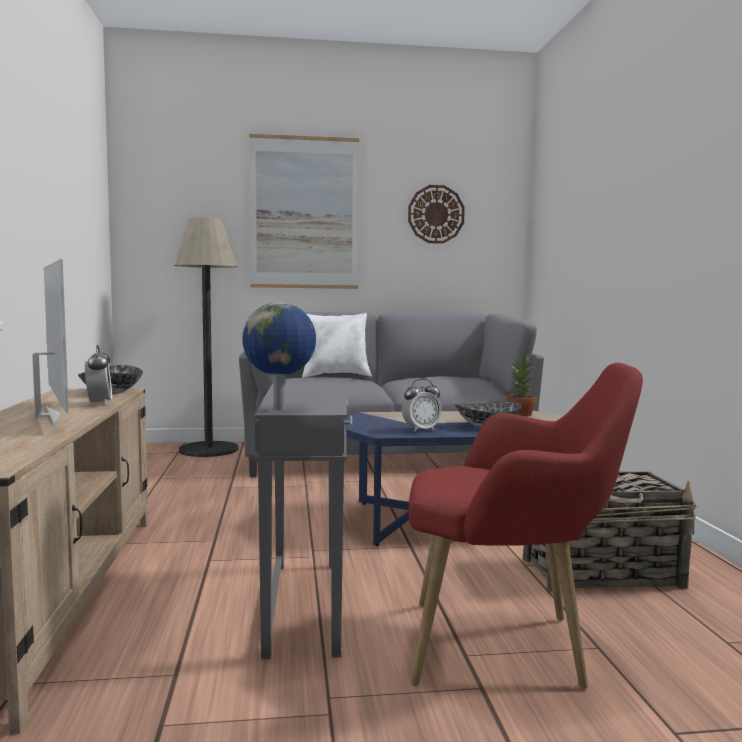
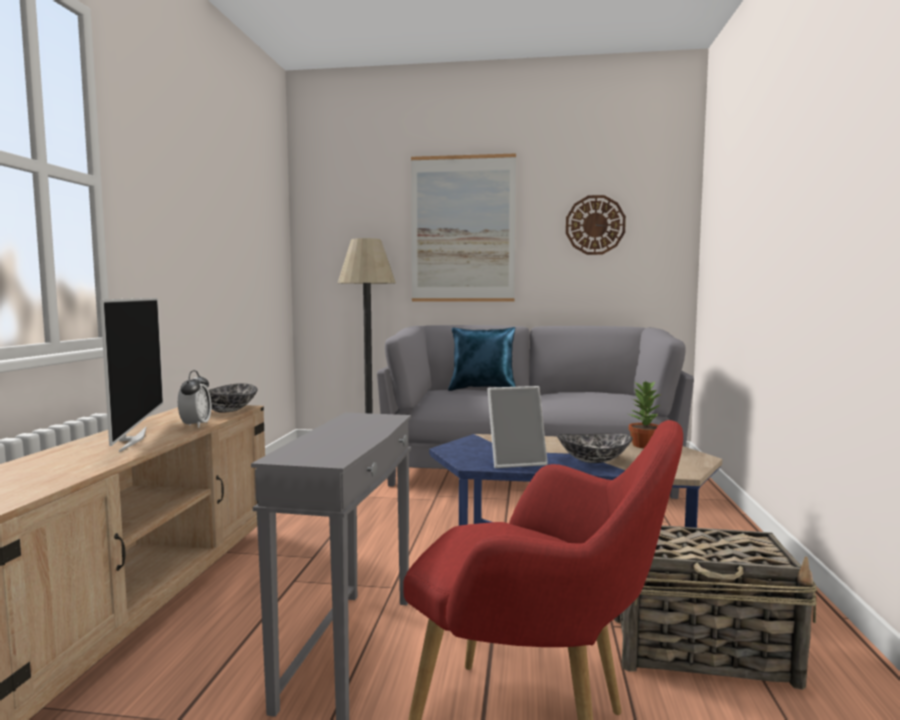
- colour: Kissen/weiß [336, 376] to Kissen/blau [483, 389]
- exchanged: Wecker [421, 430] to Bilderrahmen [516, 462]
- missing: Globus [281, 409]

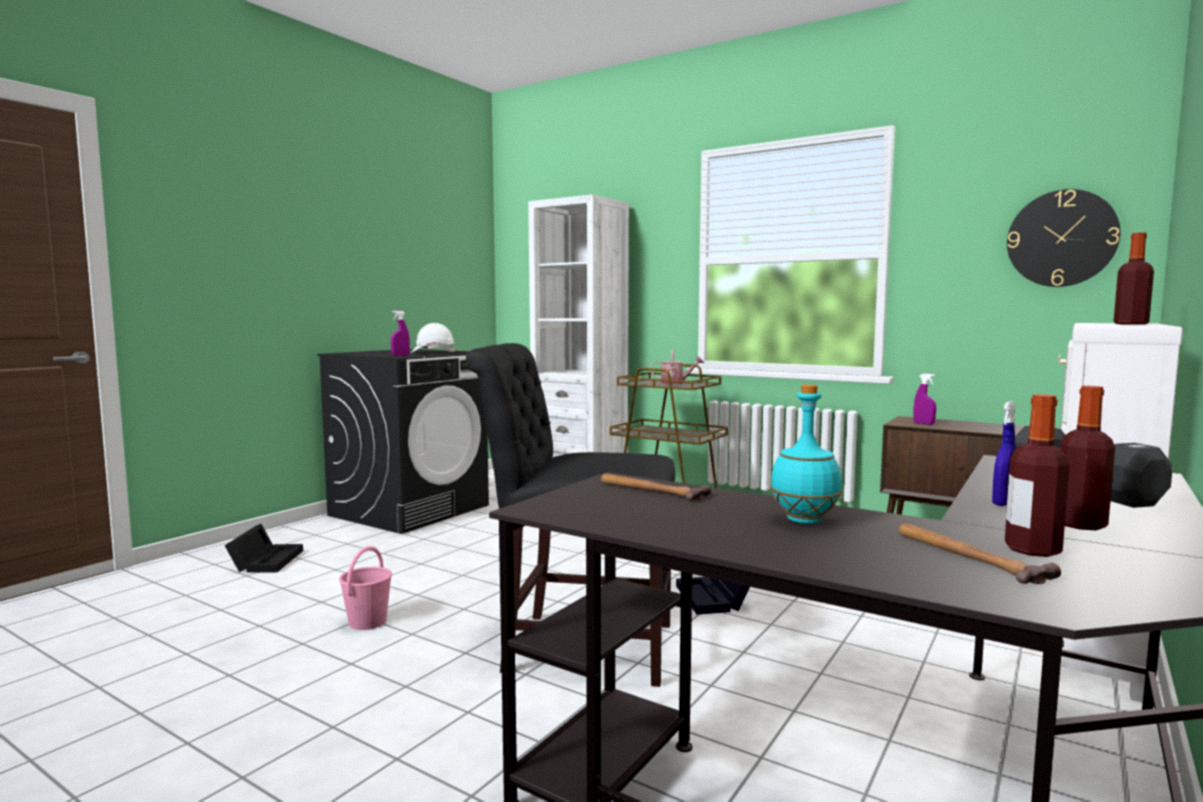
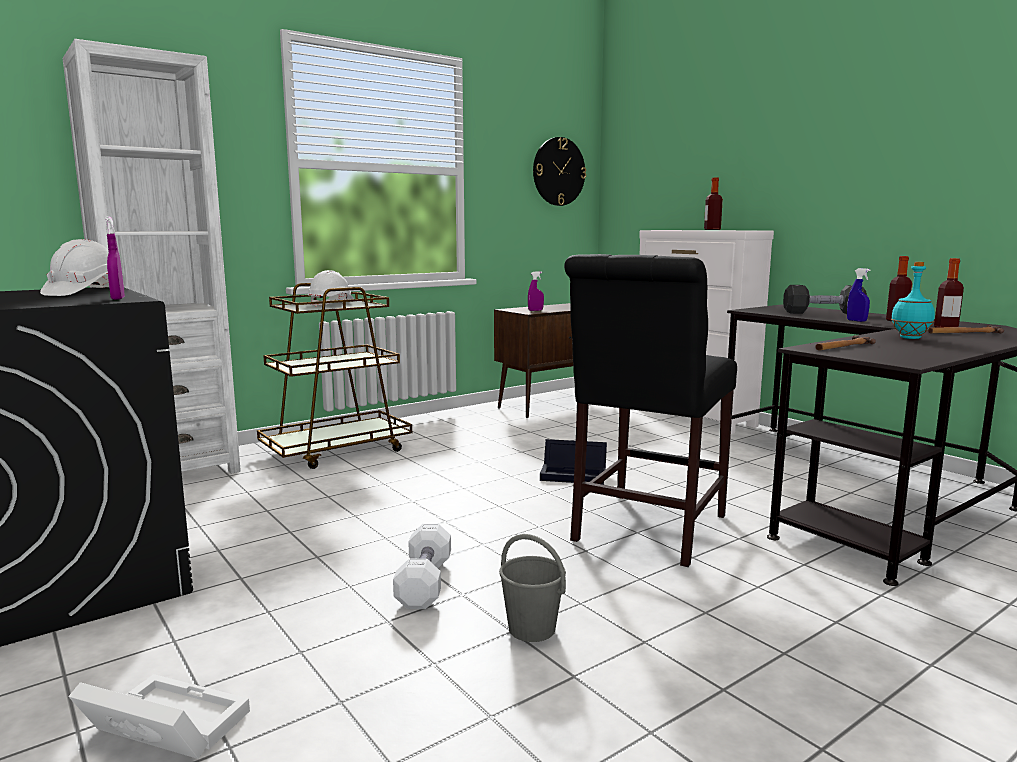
- colour: Aufbewahrungsbox/schwarz [266, 560] to Aufbewahrungsbox/weiß [161, 727]
- exchanged: Gießkanne [676, 383] to Schutzhelm/weiß [332, 304]
- appeared: Hantel/weiß [424, 583]
- colour: Eimer/rosa [368, 622] to Eimer/grau [531, 629]

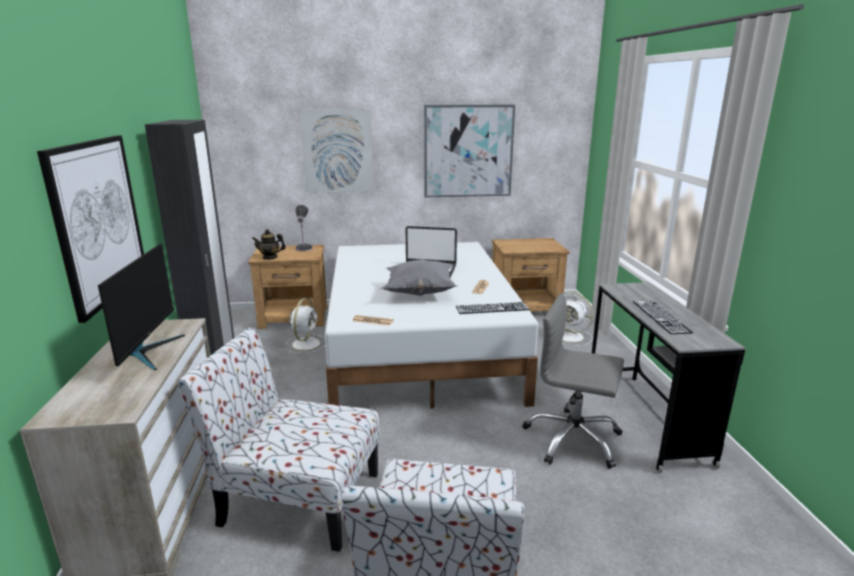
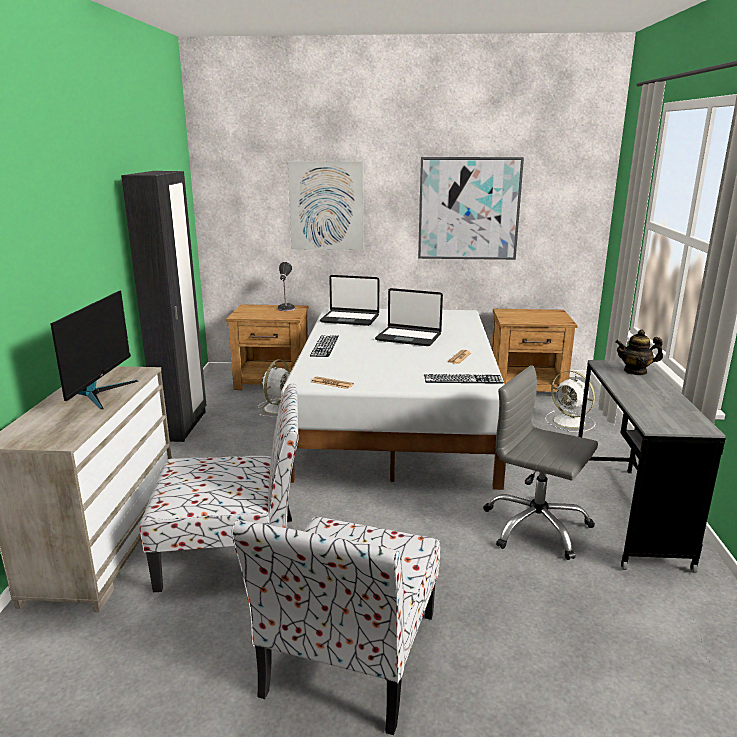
- spun: Stuhl [297, 498] = [233, 552] 150 degrees clockwise
- relocated: Tastatur [661, 316] to [324, 346]
- appeared: Laptop [350, 319]
- relocated: Teekanne [270, 257] to [635, 371]
- missing: Bild [98, 221]
- missing: Kissen/grau [419, 293]

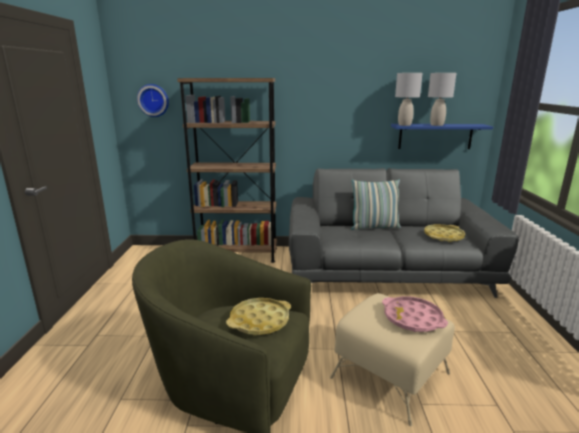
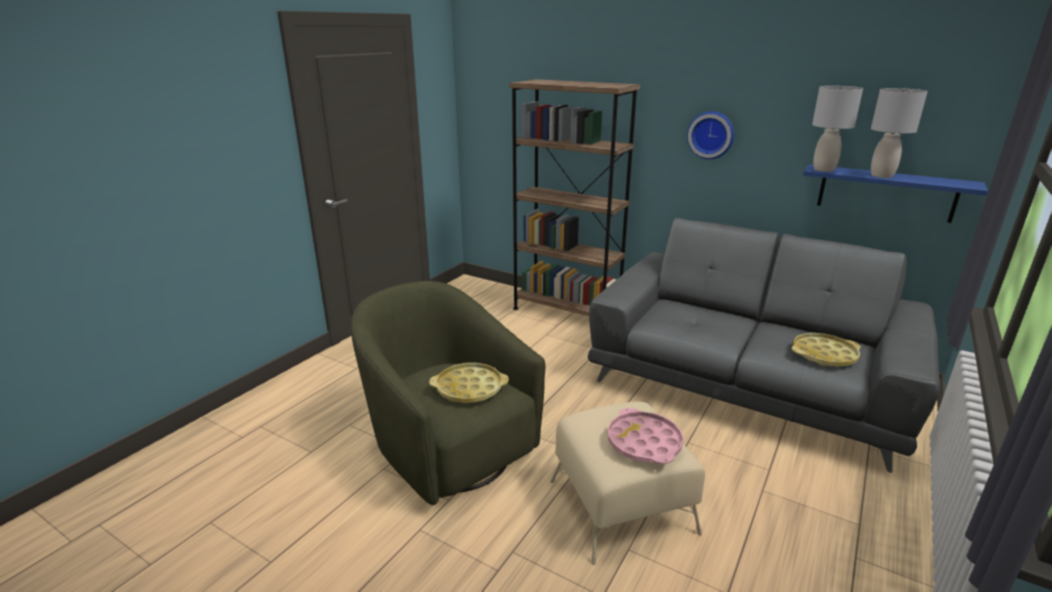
- relocated: Wanduhr [154, 100] to [711, 135]
- missing: Kissen [374, 227]

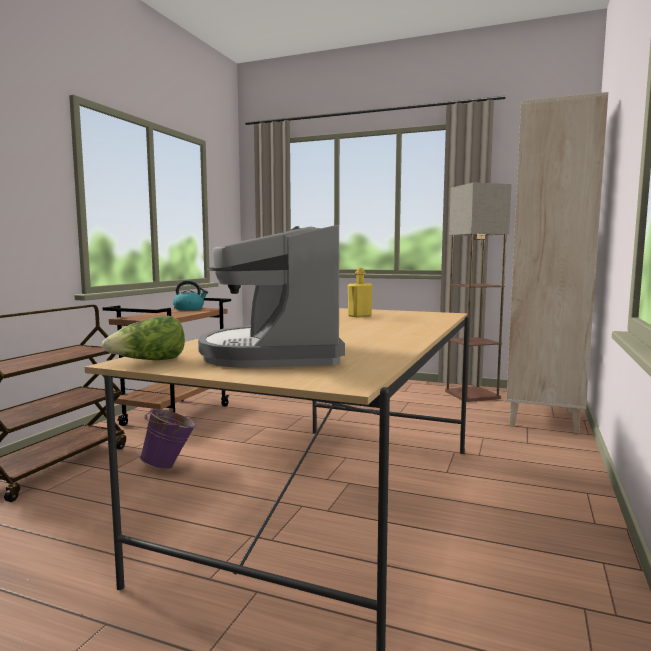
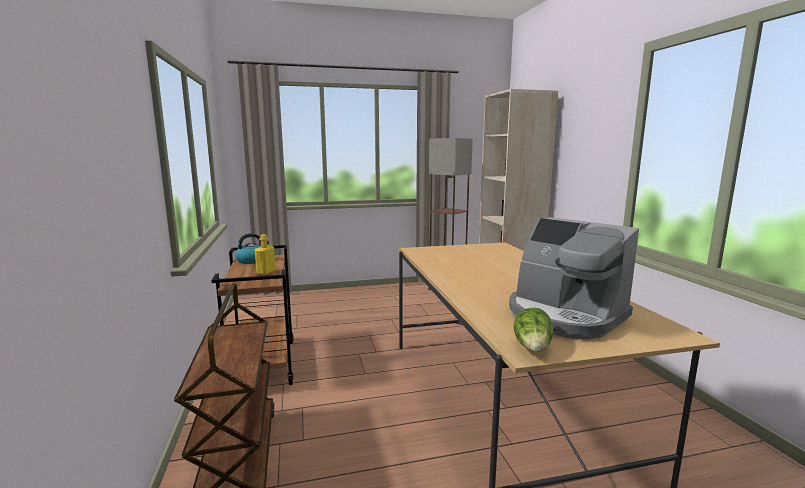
- relocated: Flasche/gelb [359, 316] to [266, 272]
- missing: Eimer/lila [170, 466]

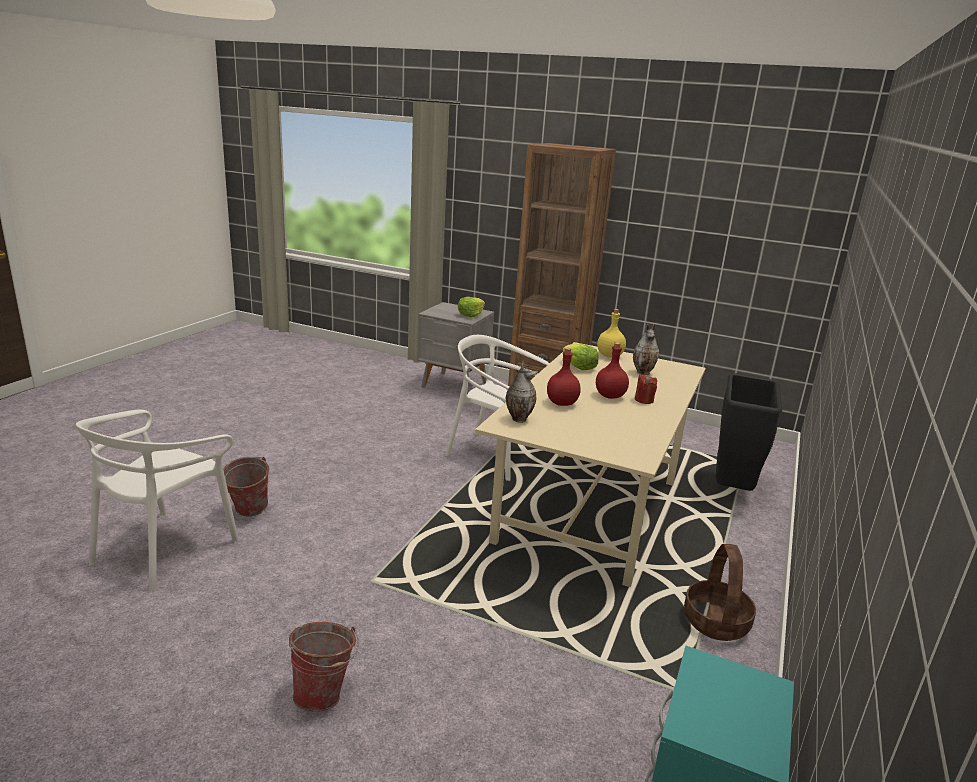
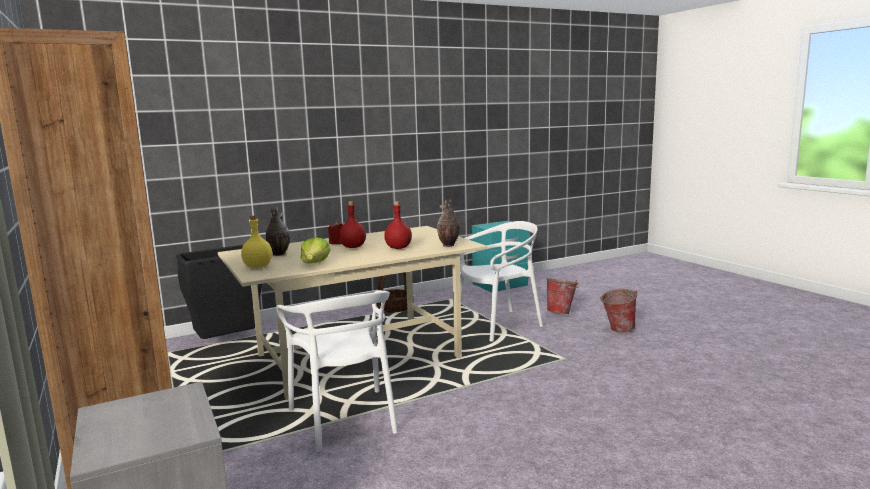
- relocated: Stuhl/weiß [164, 549] to [498, 325]
- relocated: Eimer [247, 512] to [561, 312]
- missing: Salatkopf [470, 314]

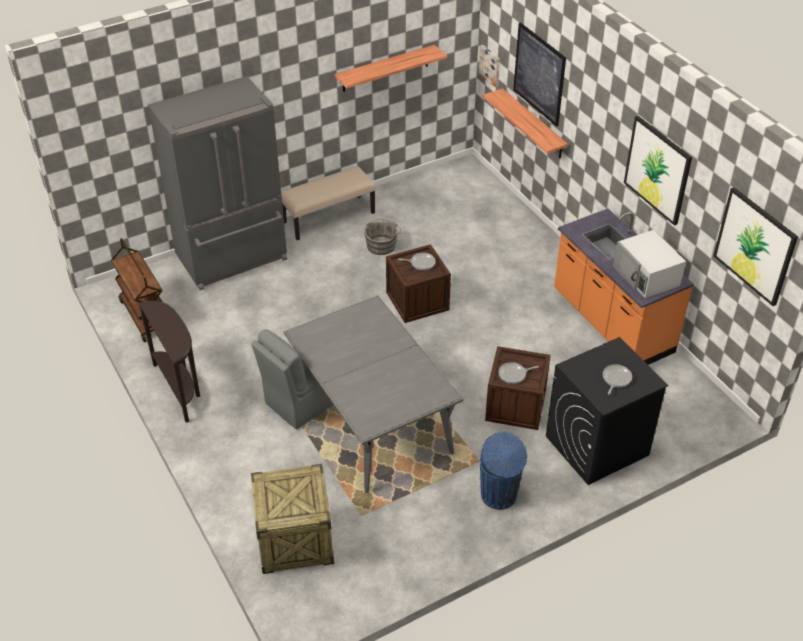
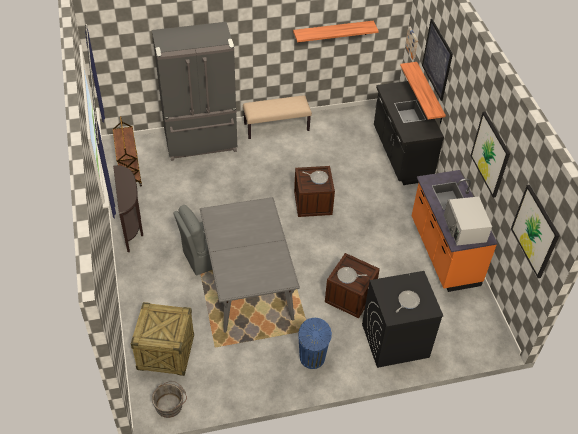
- relocated: Eimer/grau [382, 245] to [170, 404]
- appeared: Küchenzeile/schwarz [401, 154]

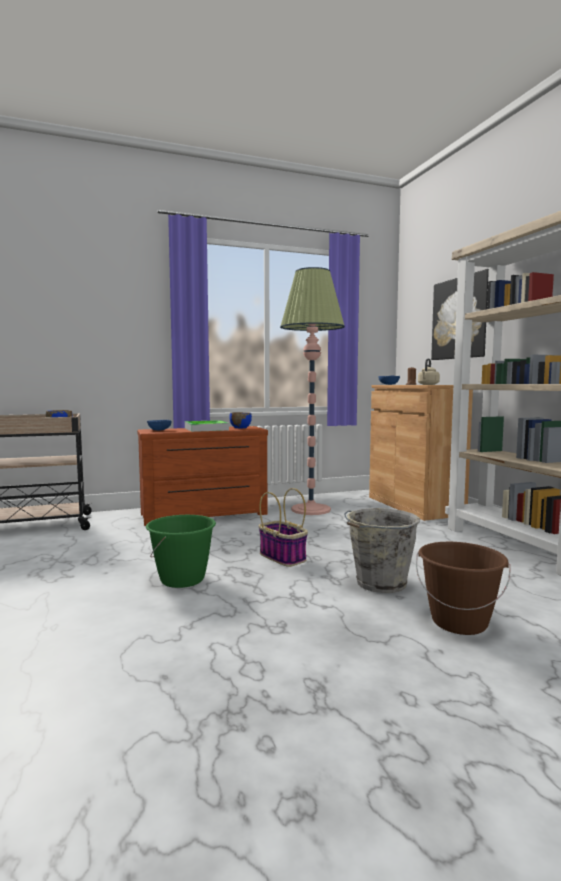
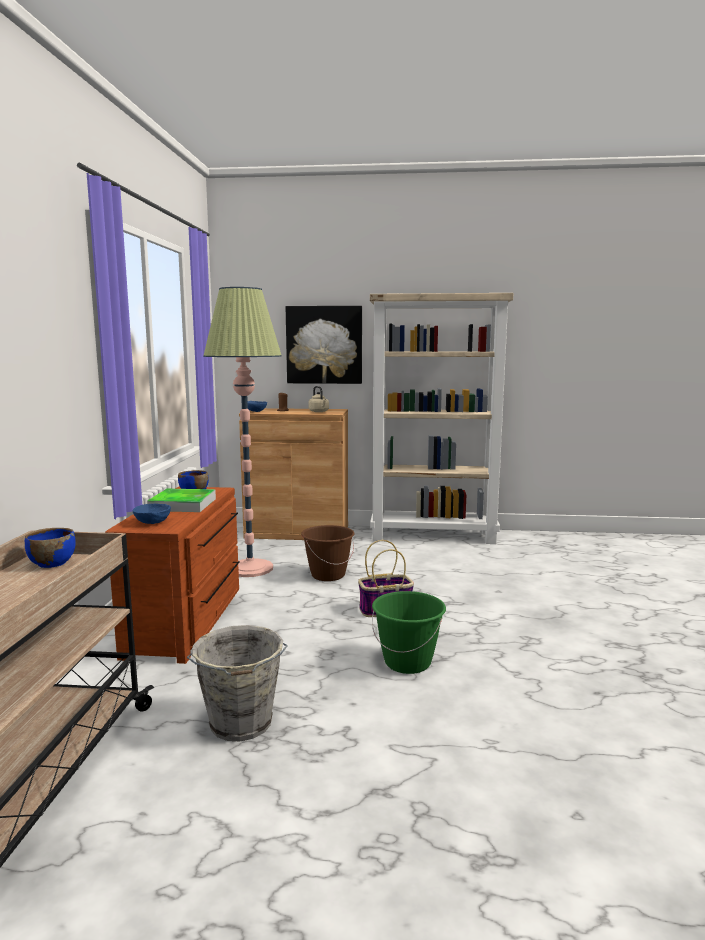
- relocated: Eimer/grau [379, 583] to [241, 724]
- relocated: Eimer/braun [459, 622] to [328, 575]

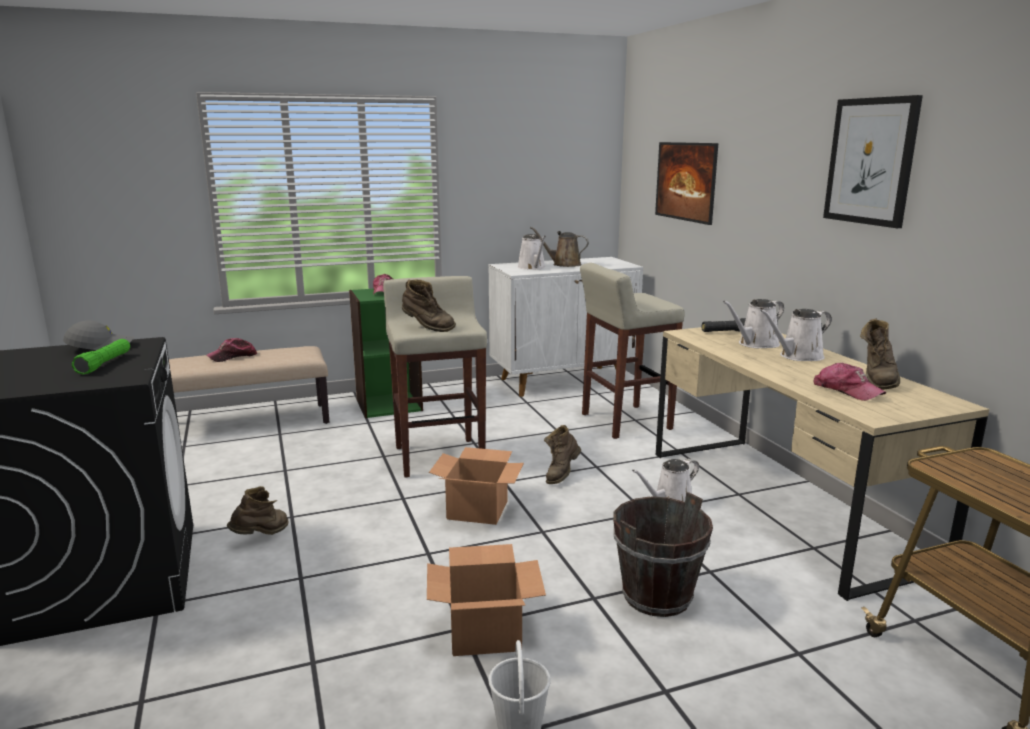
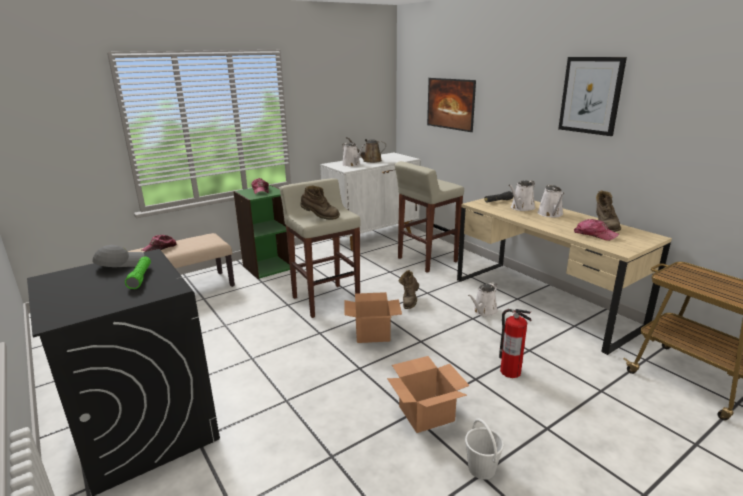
- exchanged: Eimer/braun [657, 597] to Feuerlöscher [510, 371]
- spun: Gießkanne/weiß [798, 356] = [551, 214] 45 degrees counterclockwise
- missing: Stiefel/braun [262, 536]

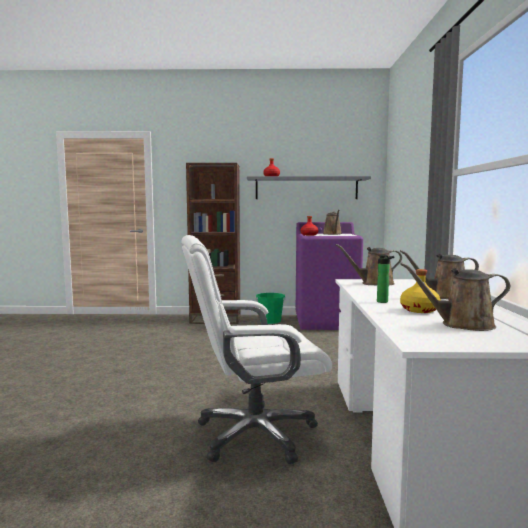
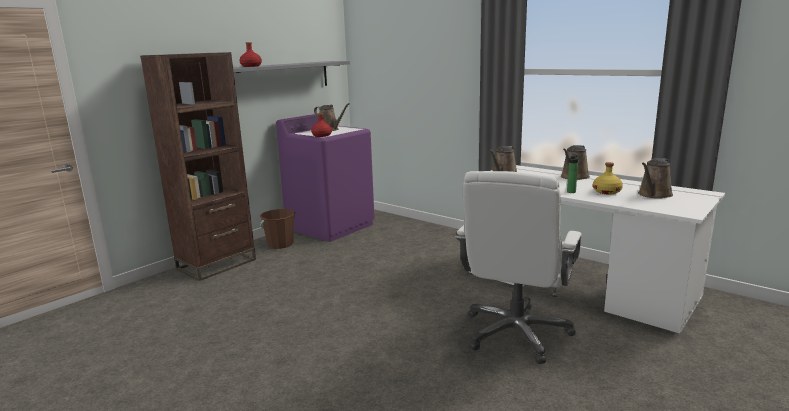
- colour: Eimer/grün [270, 321] to Eimer/braun [280, 244]

